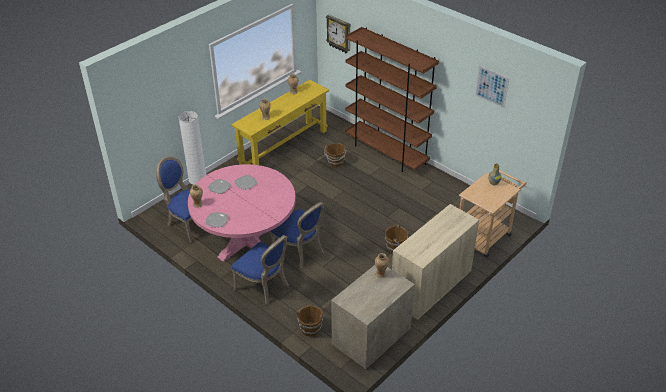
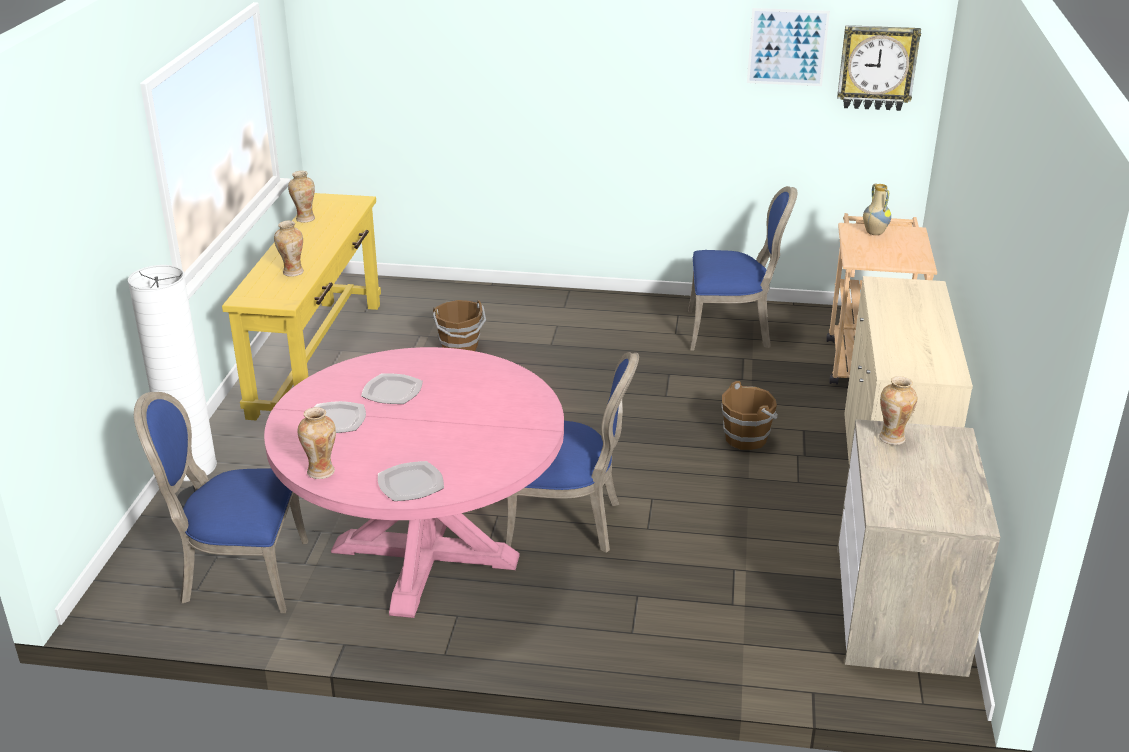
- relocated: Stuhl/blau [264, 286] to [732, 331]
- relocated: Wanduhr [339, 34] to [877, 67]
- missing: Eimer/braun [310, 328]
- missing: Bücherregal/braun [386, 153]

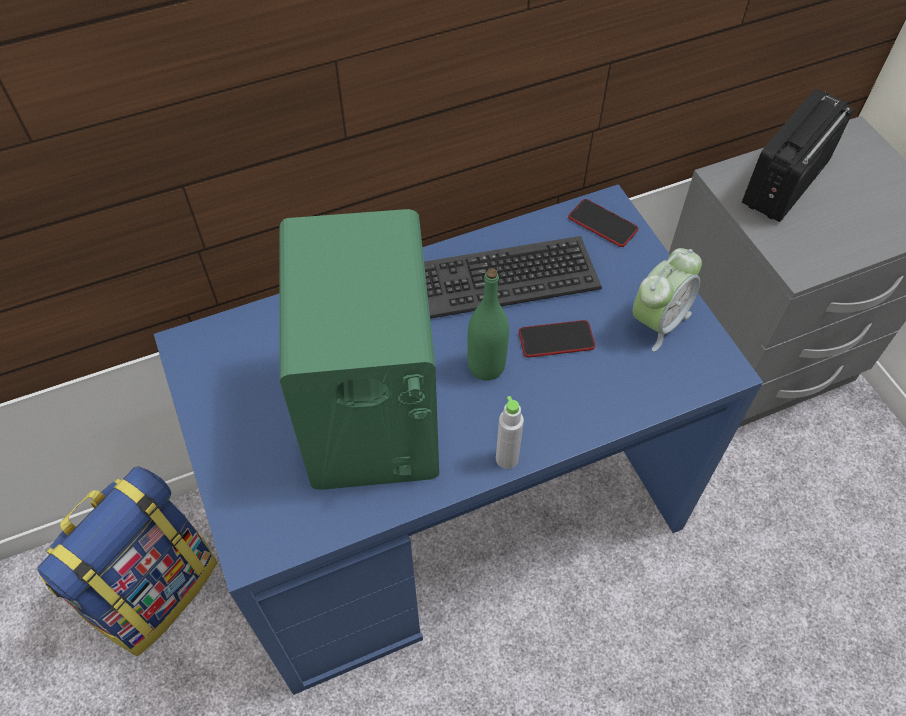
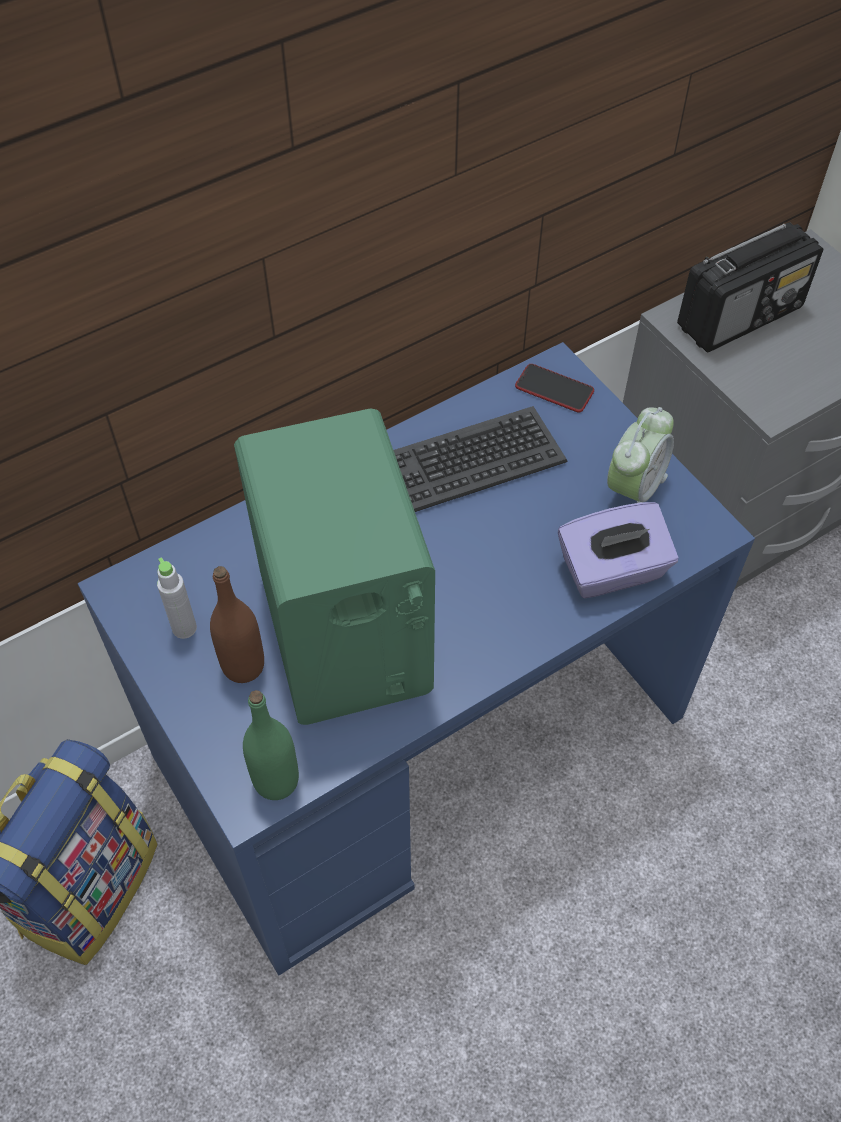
- relocated: Flasche/grau [507, 458] to [184, 628]
- appeared: Flasche/braun [243, 666]
- relocated: Flasche/grün [486, 366] to [276, 780]
- appeared: Taschentuchbox/lila [612, 571]
- spun: Radio [784, 183] = [741, 316] 150 degrees counterclockwise
- missing: Handy [556, 340]

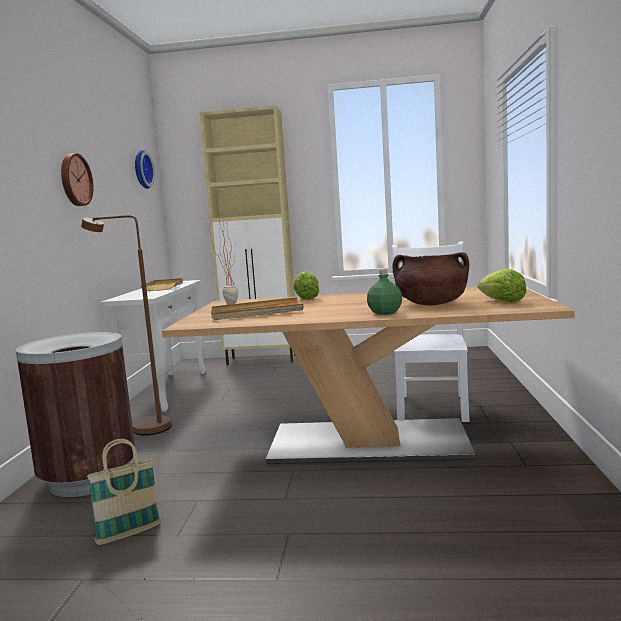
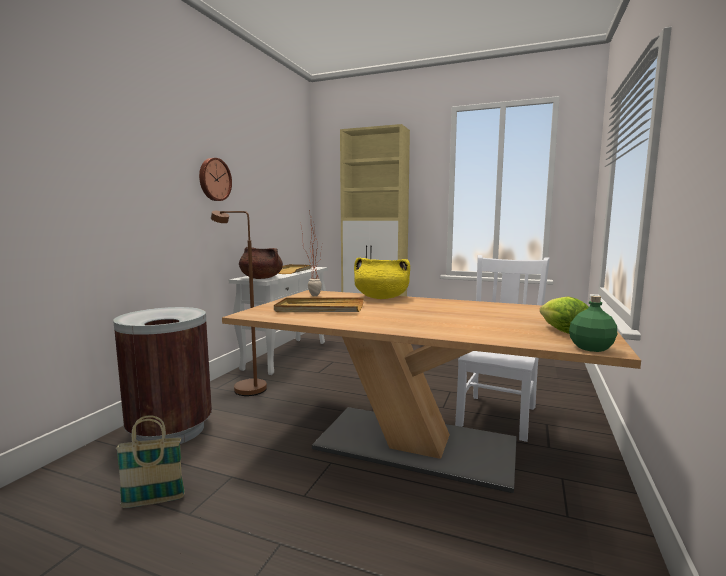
- relocated: Kochtopf/braun [431, 304] to [261, 278]
- exchanged: Salatkopf [306, 298] to Kochtopf/gelb [381, 298]
- relocated: Flasche/grün [384, 313] to [590, 348]
- missing: Wanduhr [141, 169]

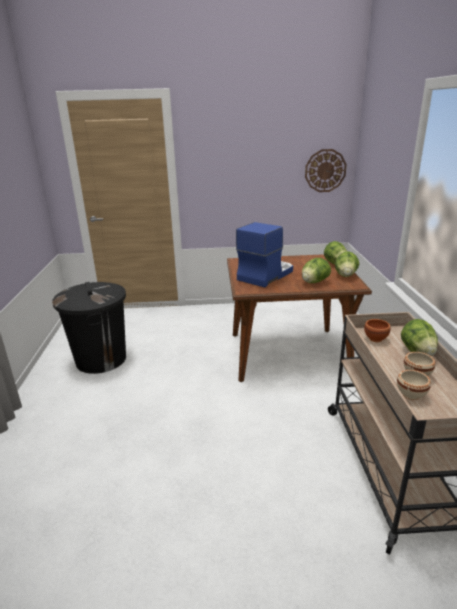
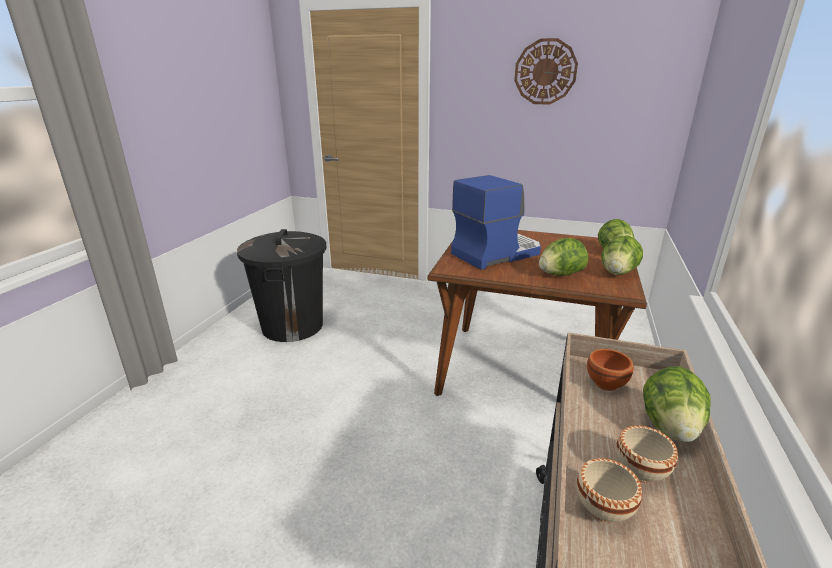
- relocated: Wanduhr [325, 170] to [545, 72]

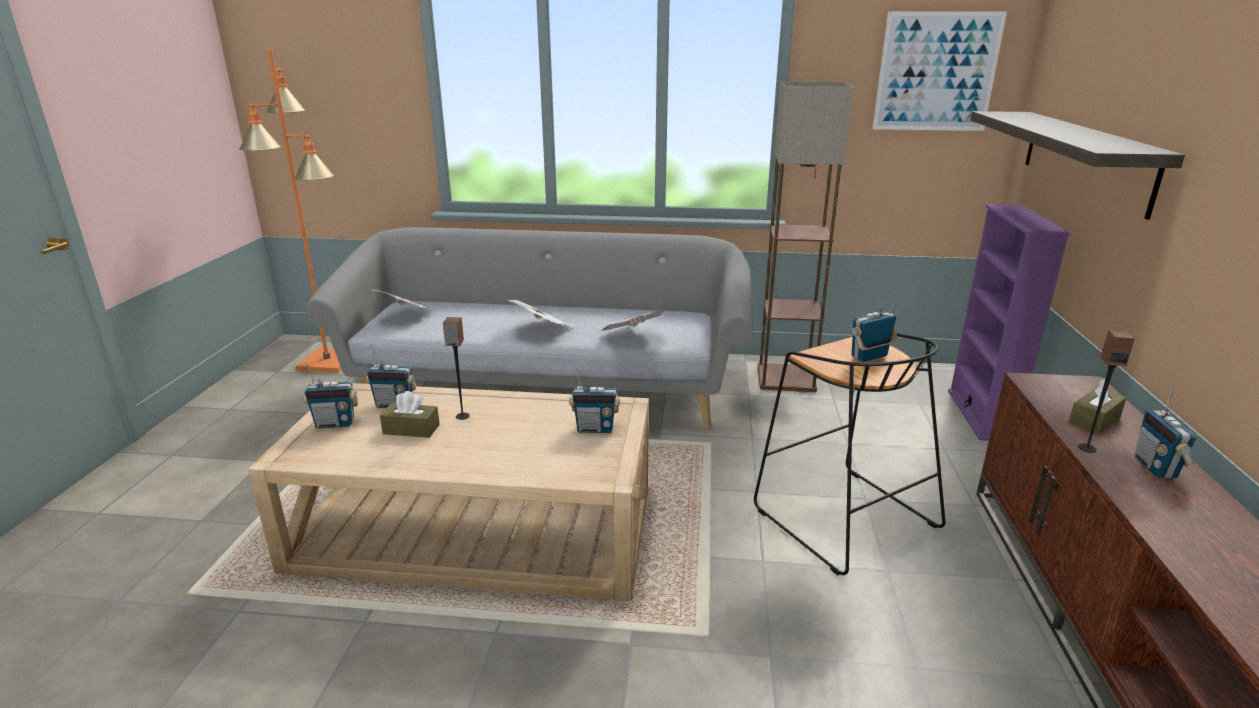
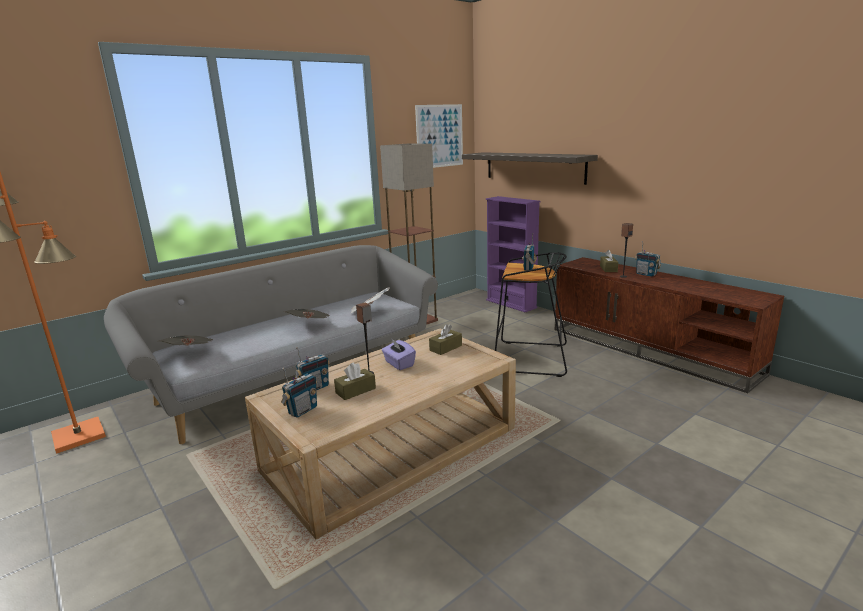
- appeared: Taschentuchbox/lila [399, 364]
- exchanged: Radio [595, 429] to Taschentuchbox/braun [445, 348]

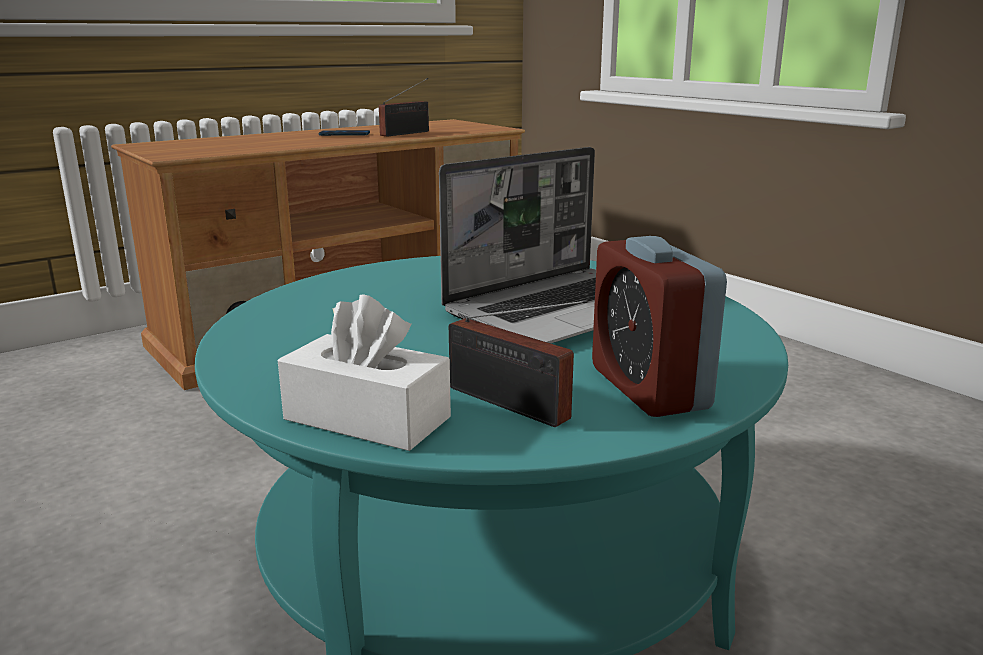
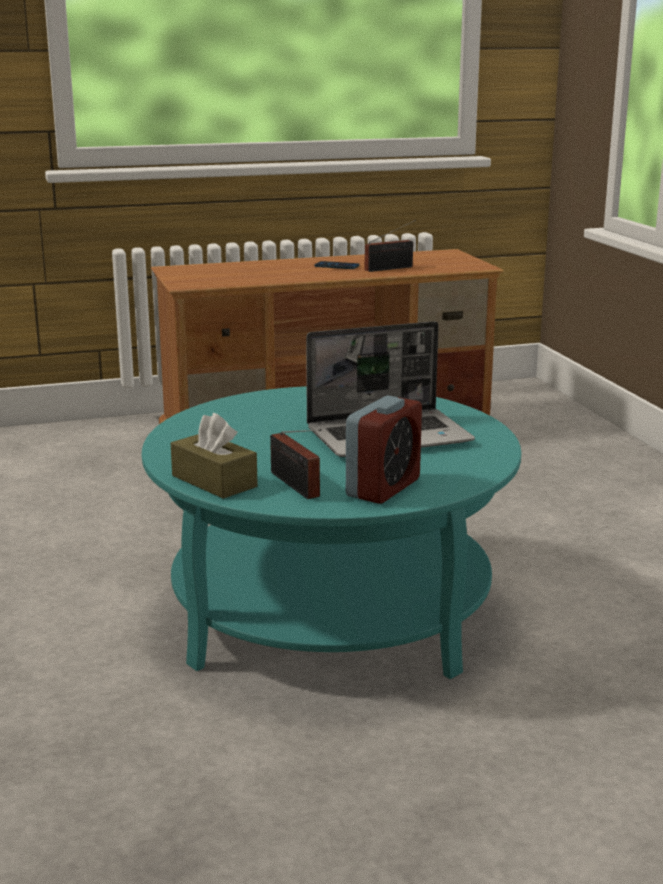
- colour: Taschentuchbox/weiß [367, 418] to Taschentuchbox/braun [214, 481]
- spun: Wecker [648, 388] = [383, 488] 150 degrees counterclockwise

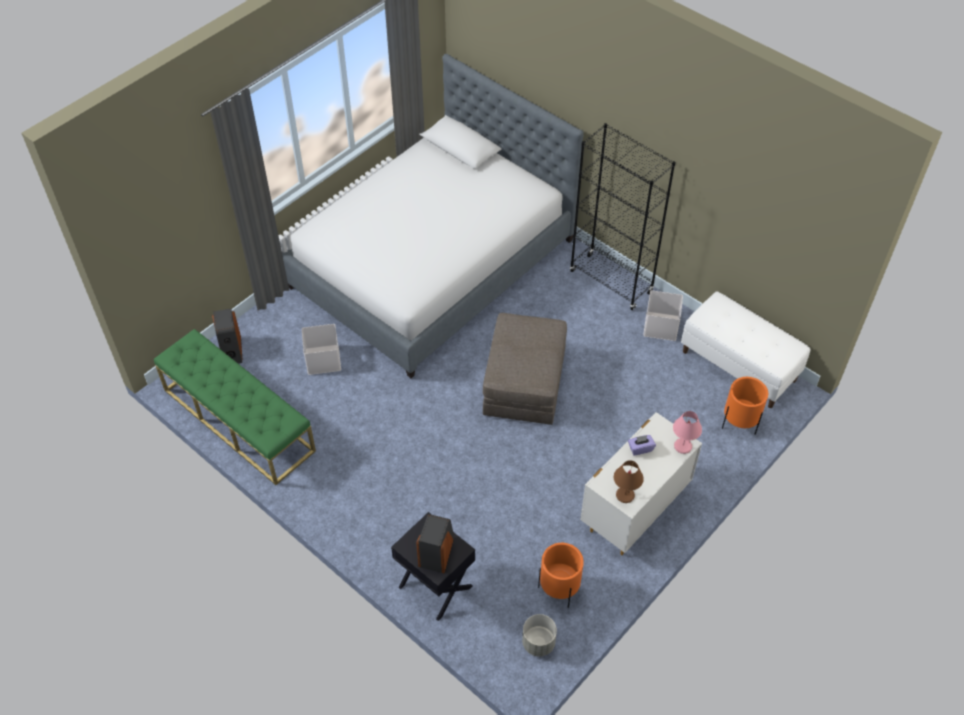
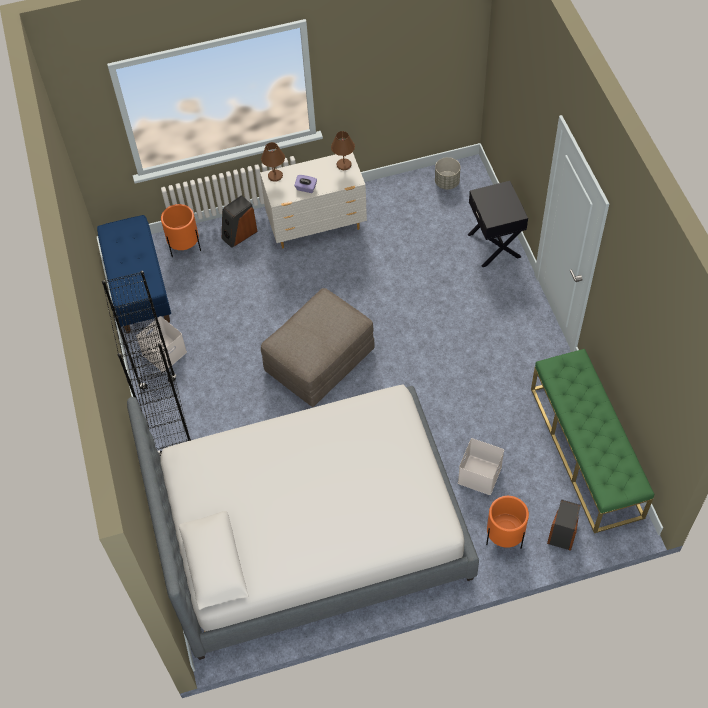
- colour: Bank/weiß [739, 366] to Bank/blau [138, 288]
- relocated: Lautsprecher [437, 552] to [239, 234]
- colour: Tischlampe/rosa [682, 446] to Tischlampe/braun [275, 176]
- relocated: Pflanzkübel/orange [559, 589] to [504, 537]

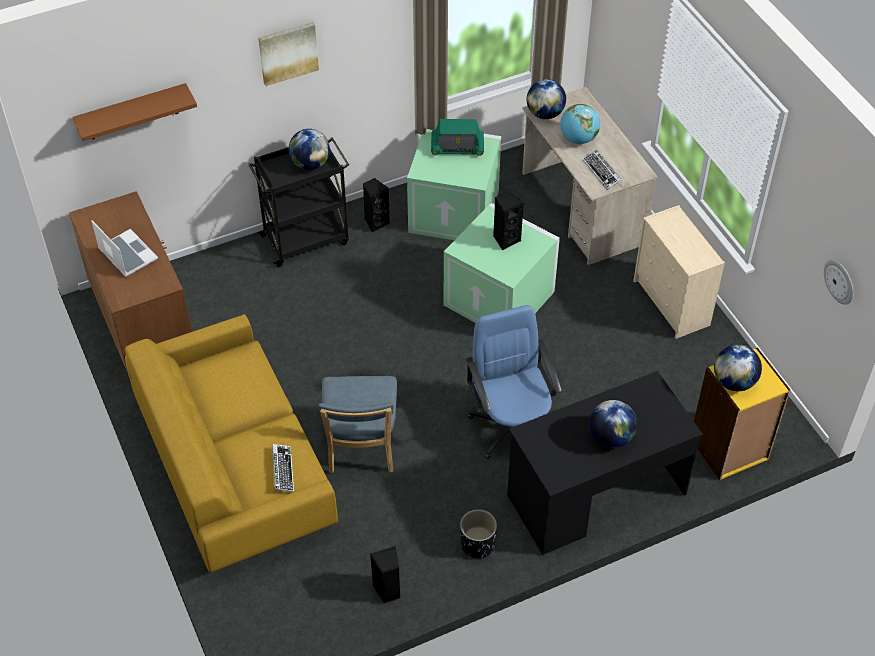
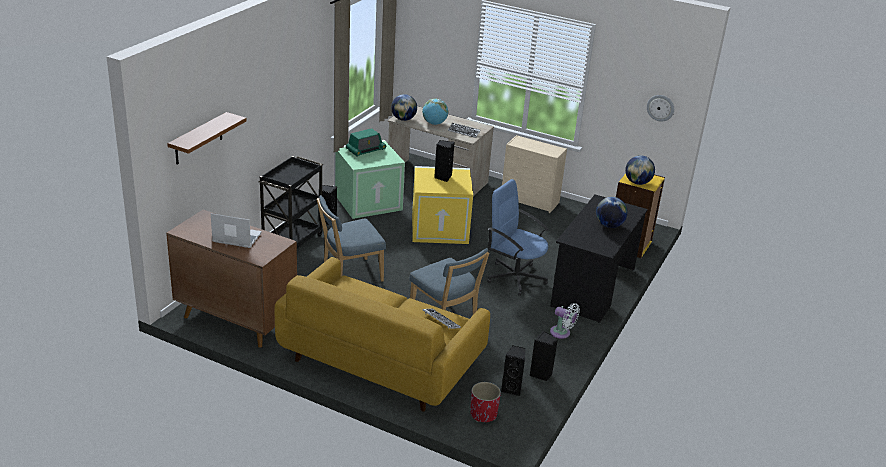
- appeared: Stuhl/blau [349, 275]
- colour: Aufbewahrungsbox/grün [501, 298] to Aufbewahrungsbox/gelb [440, 228]
- appeared: Pflanzkübel/rot [483, 414]
- appeared: Lautsprecher/schwarz [512, 389]
- exchanged: Pflanzkübel/schwarz [477, 544] to Ventilator/weiß [562, 333]
- missing: Bild [288, 52]
- missing: Globus [310, 164]

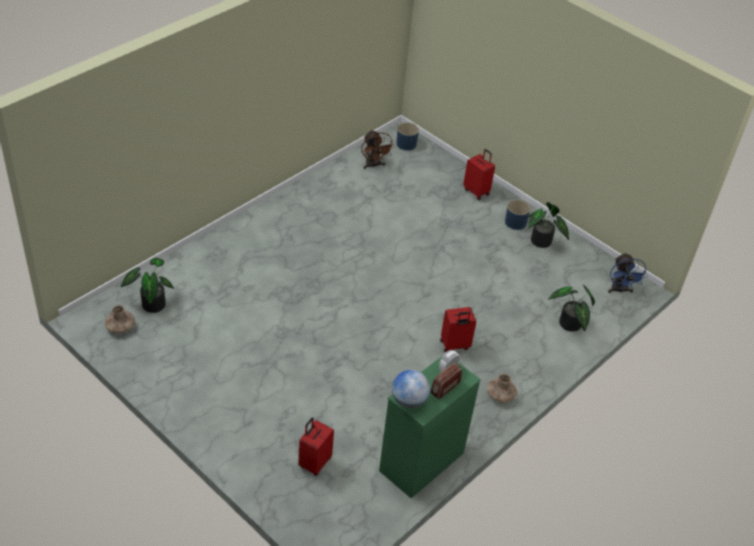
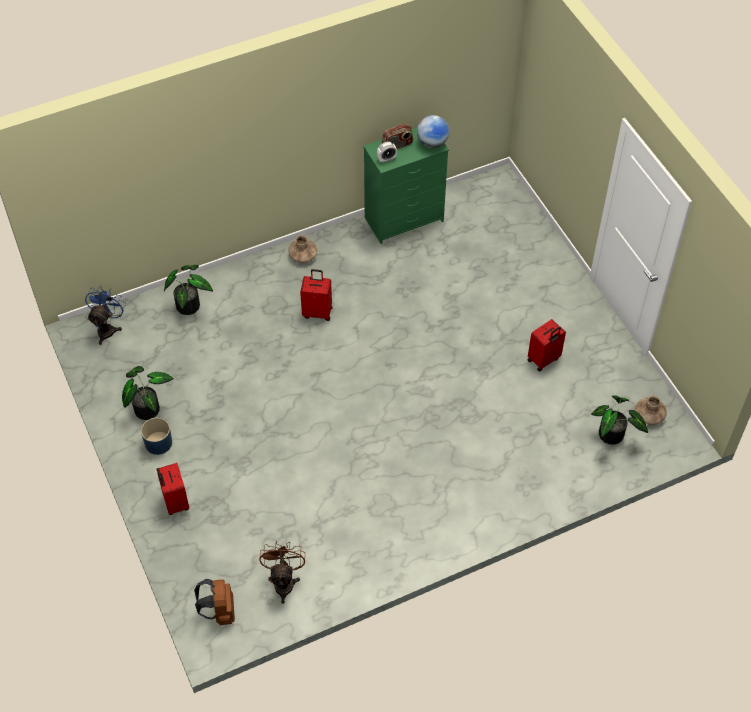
- exchanged: Pflanzkübel/blau [406, 144] to Rucksack/braun [219, 611]
- relocated: Koffer/rot [314, 462] to [544, 360]

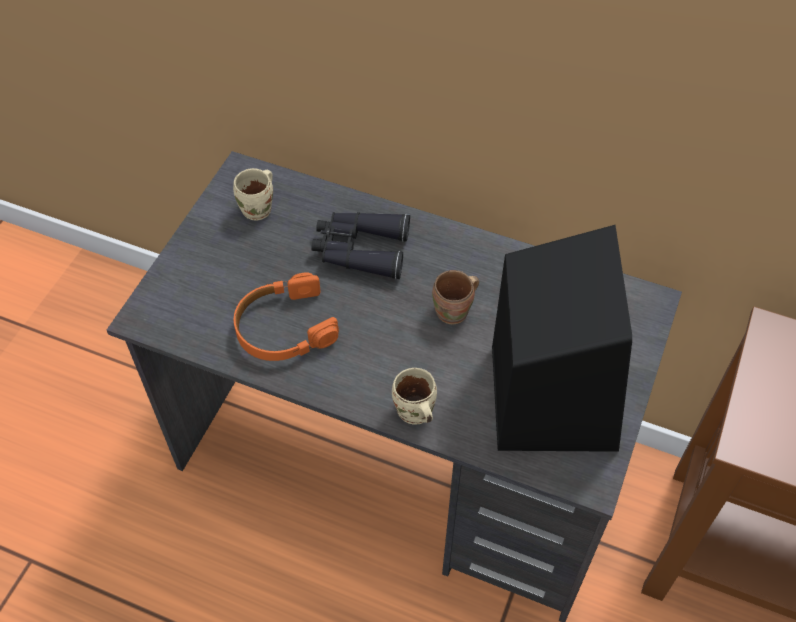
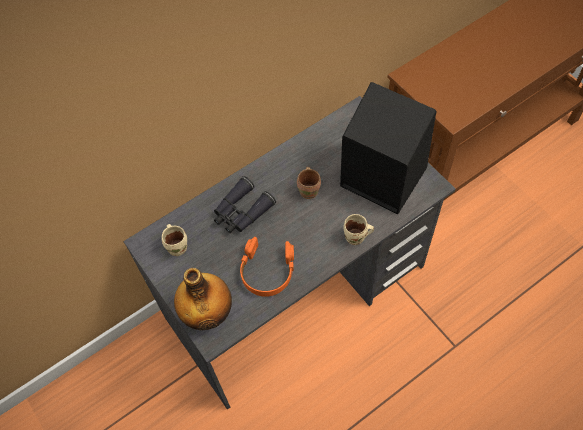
- appeared: Flasche [208, 313]

